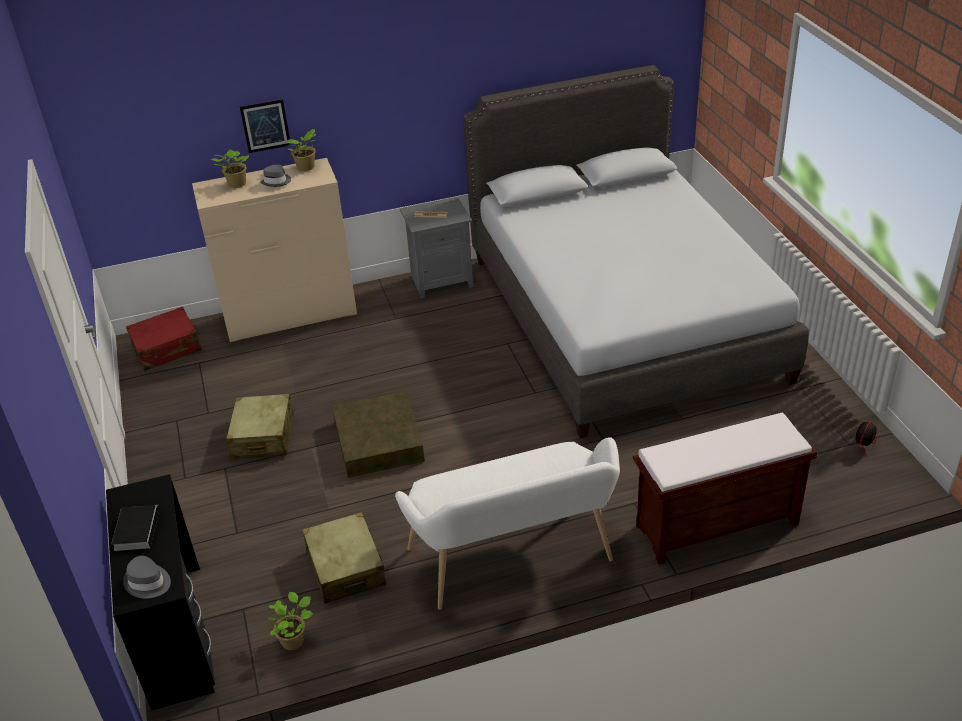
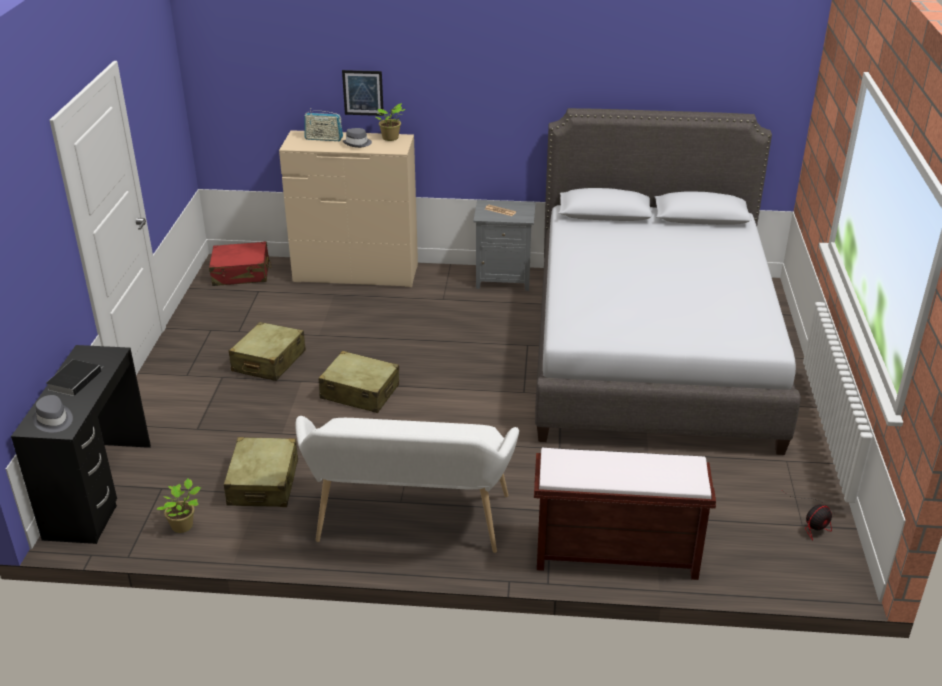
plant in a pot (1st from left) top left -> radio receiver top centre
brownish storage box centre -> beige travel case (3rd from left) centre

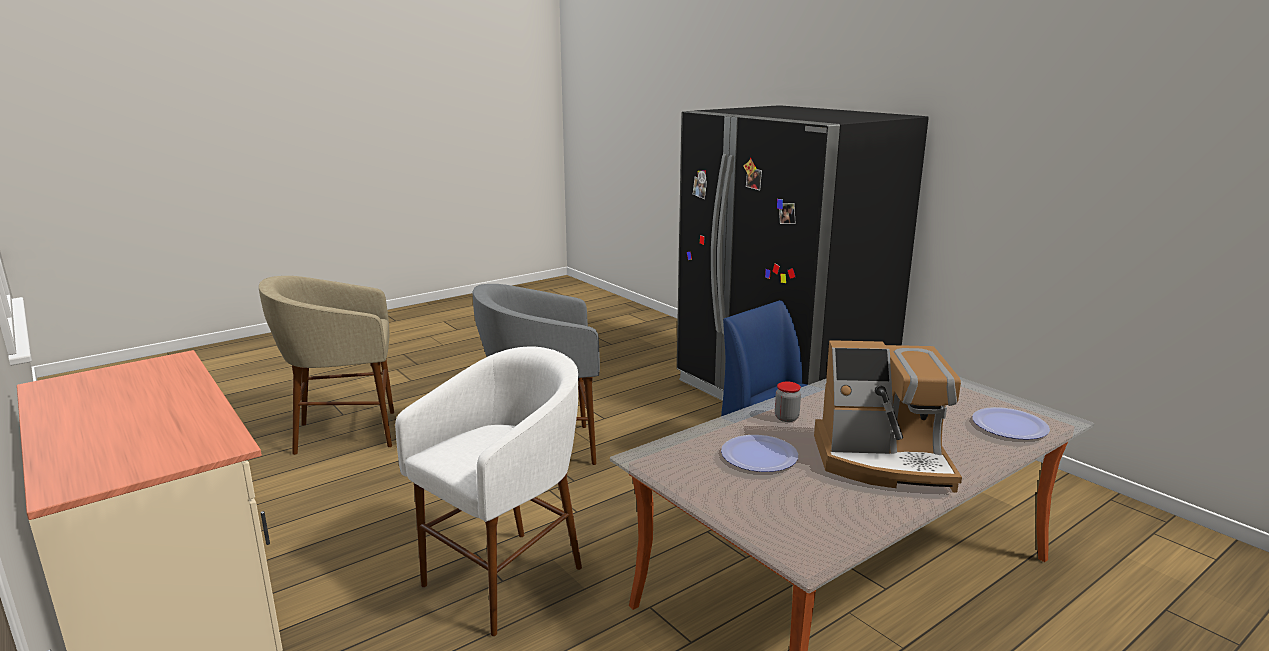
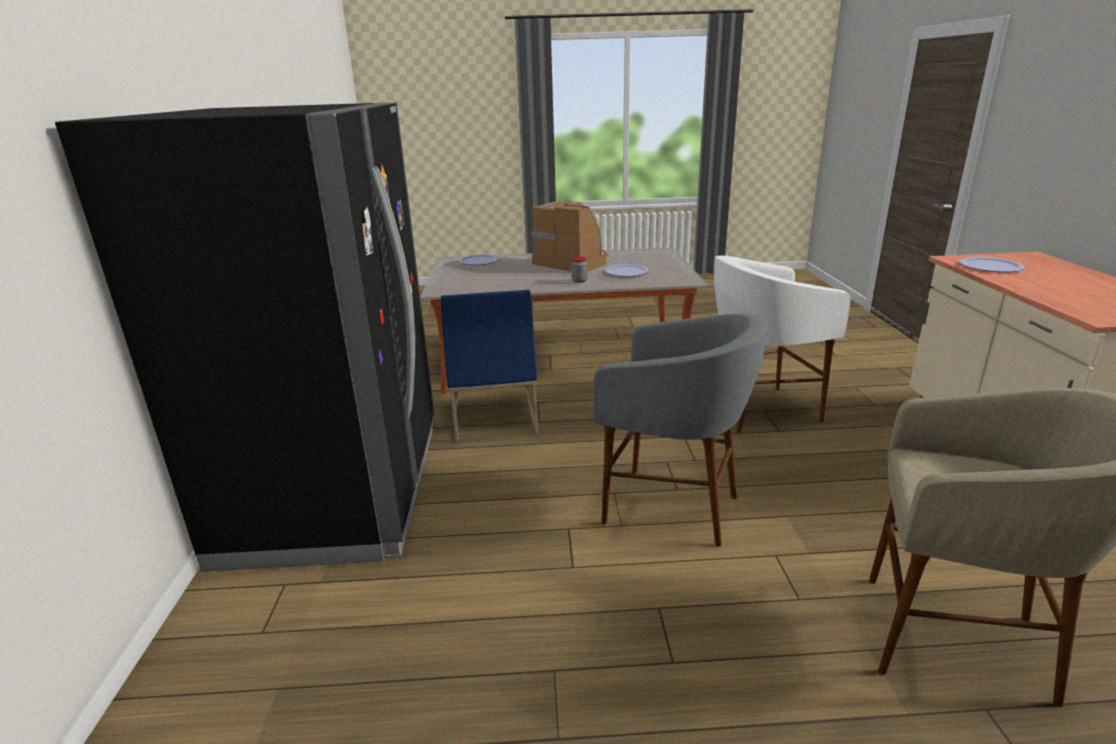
none -> plate (3rd from left) middle right

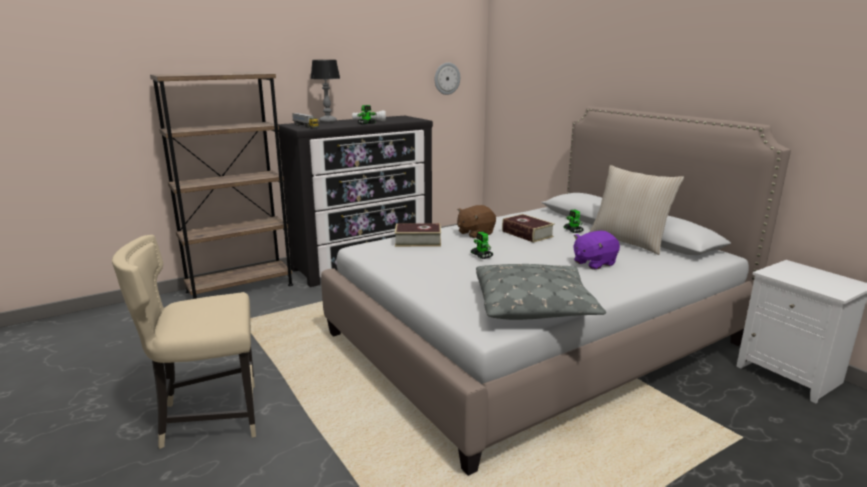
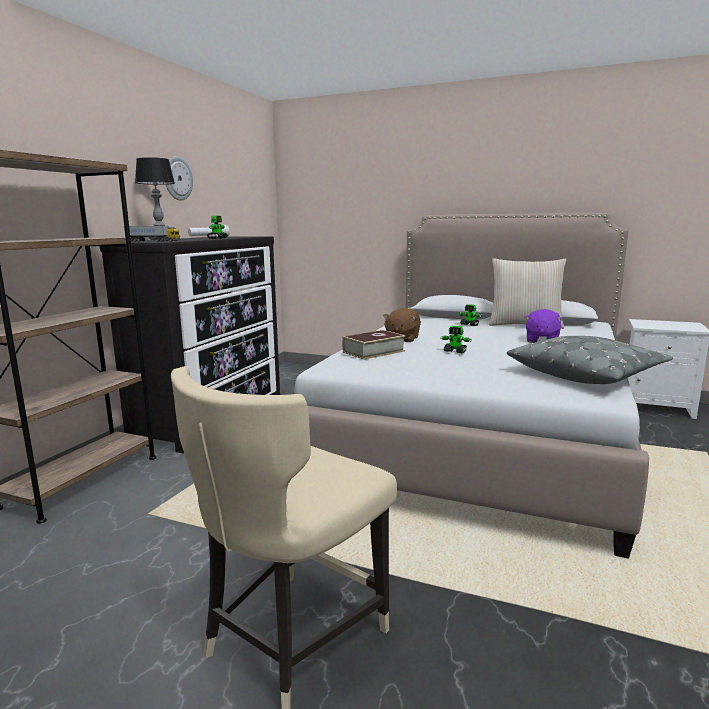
clock on the wall top centre -> clock on the wall top left, moved
bound book (2nd from left) centre -> none

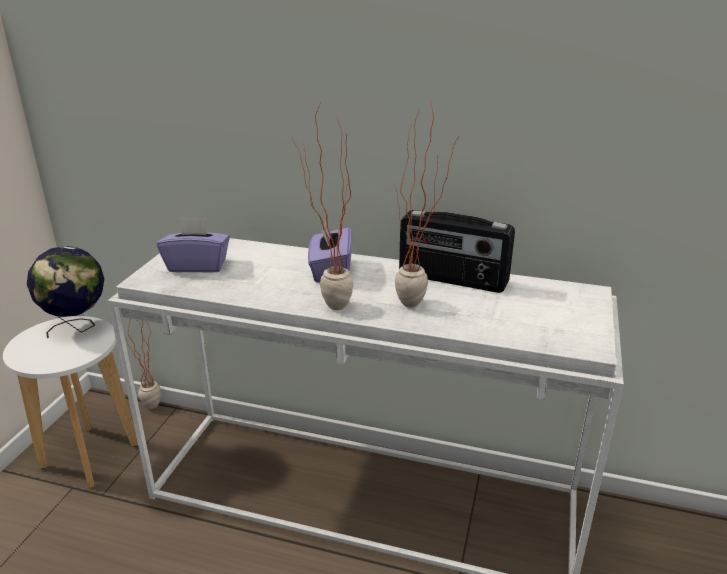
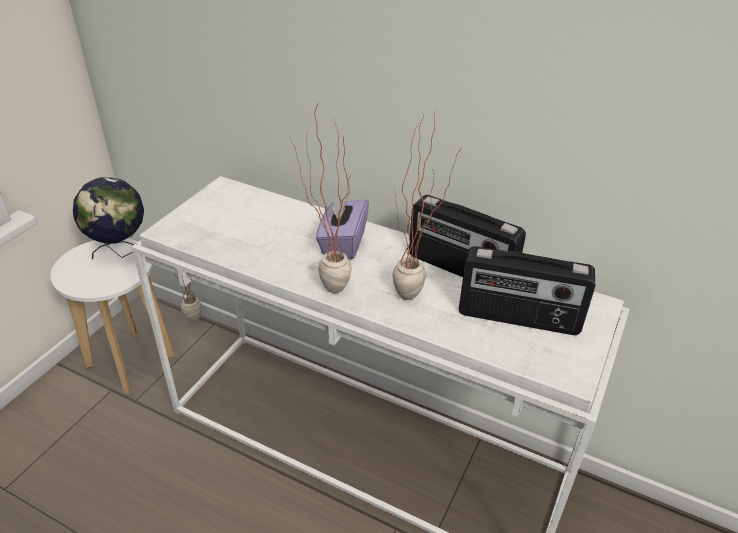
purple tissue box (1st from left) middle left -> none
none -> radio receiver (2nd from left) middle right

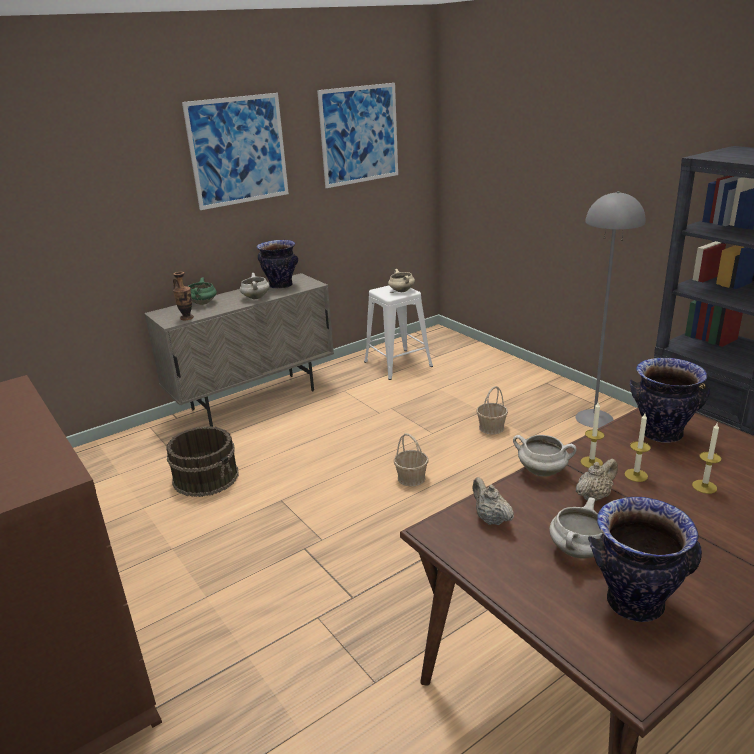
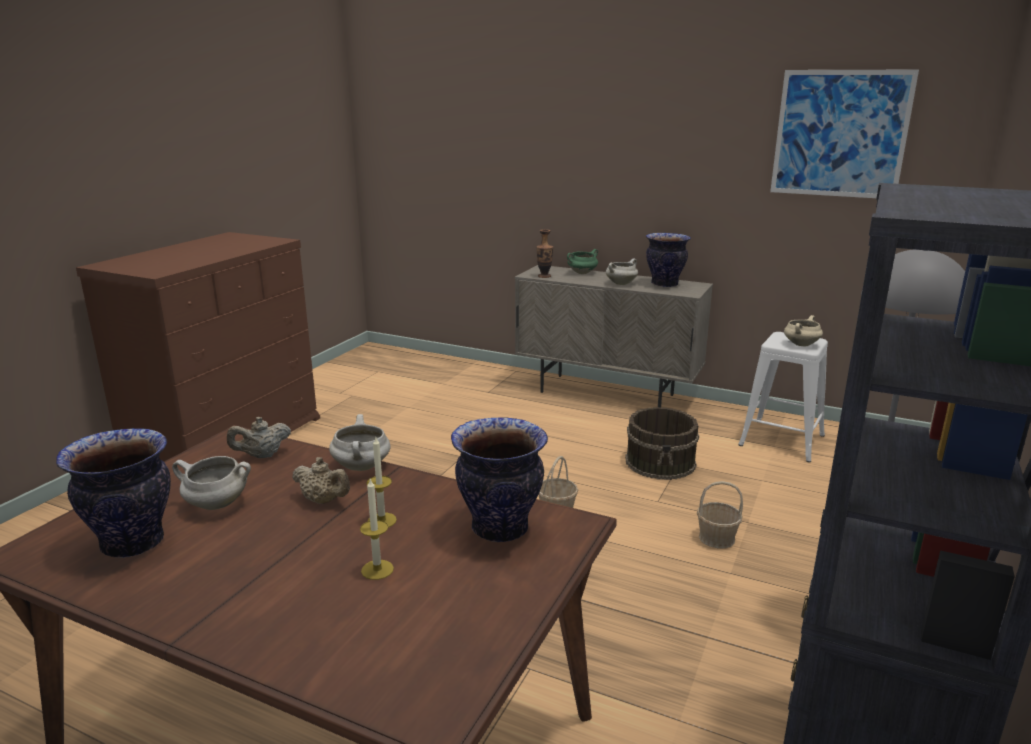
wall picture (1st from left) top left -> none
candle (1st from left) middle right -> none
brownish bucket middle left -> brownish bucket centre, moved
beige pot for tea (1st from left) centre -> beige pot for tea (1st from left) middle left, 150 degrees counterclockwise

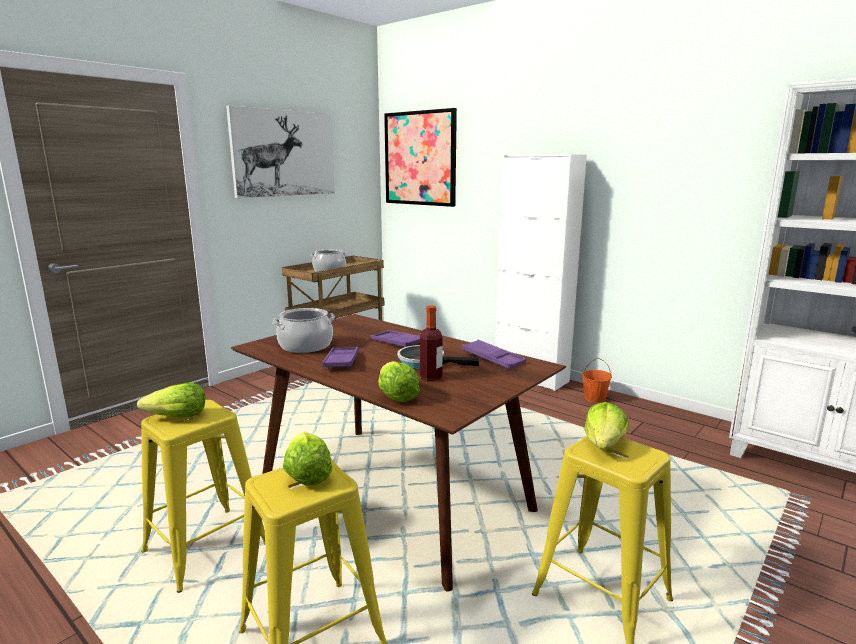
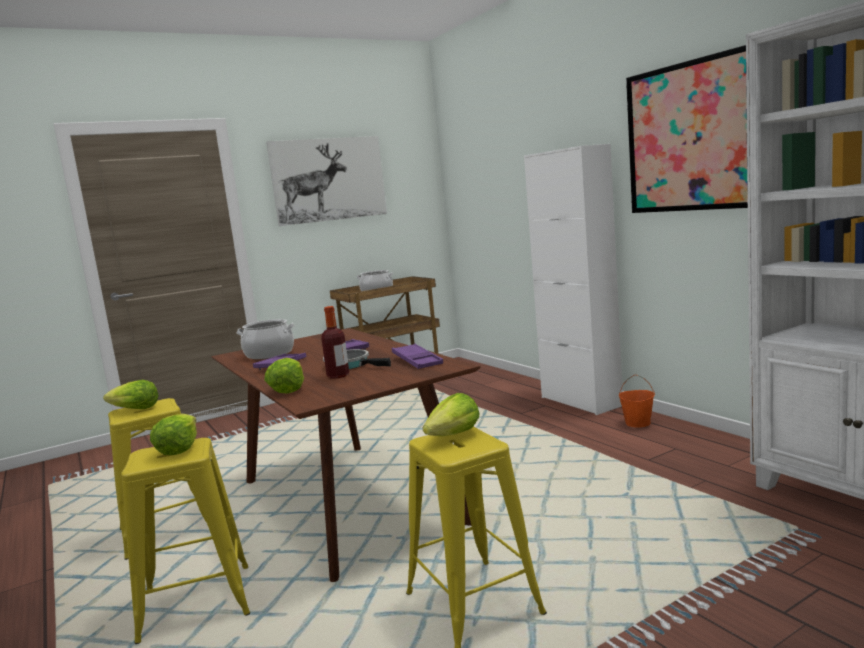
wall picture (2nd from left) top centre -> wall picture (2nd from left) top right, moved

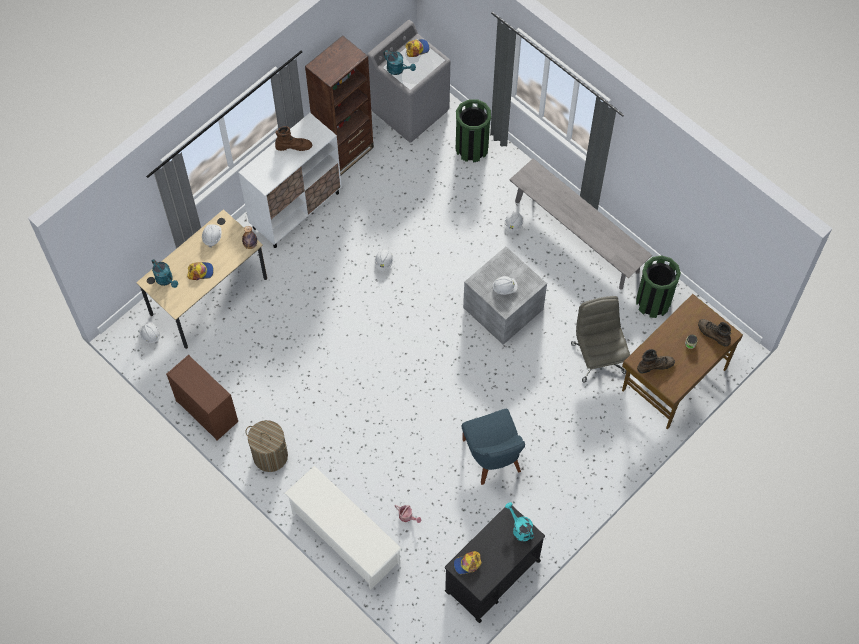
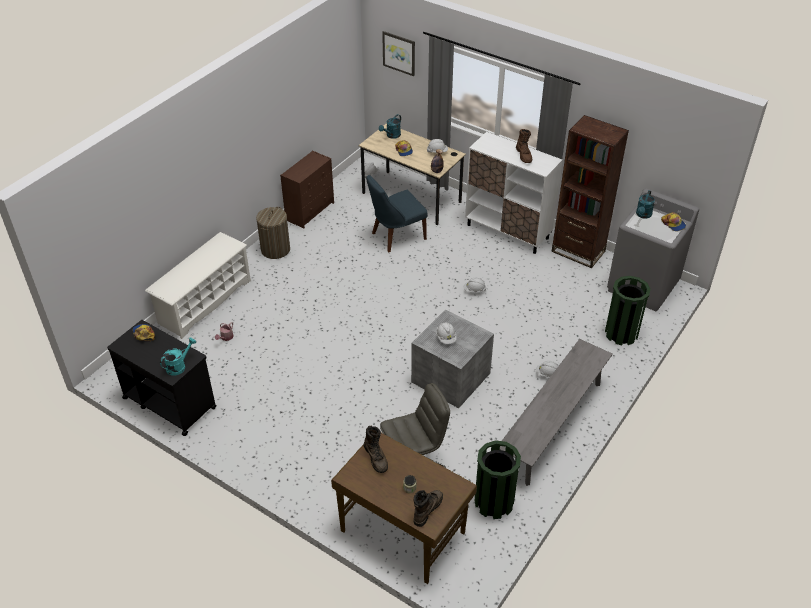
blue upright chair bottom centre -> blue upright chair centre, moved
none -> wall picture top centre

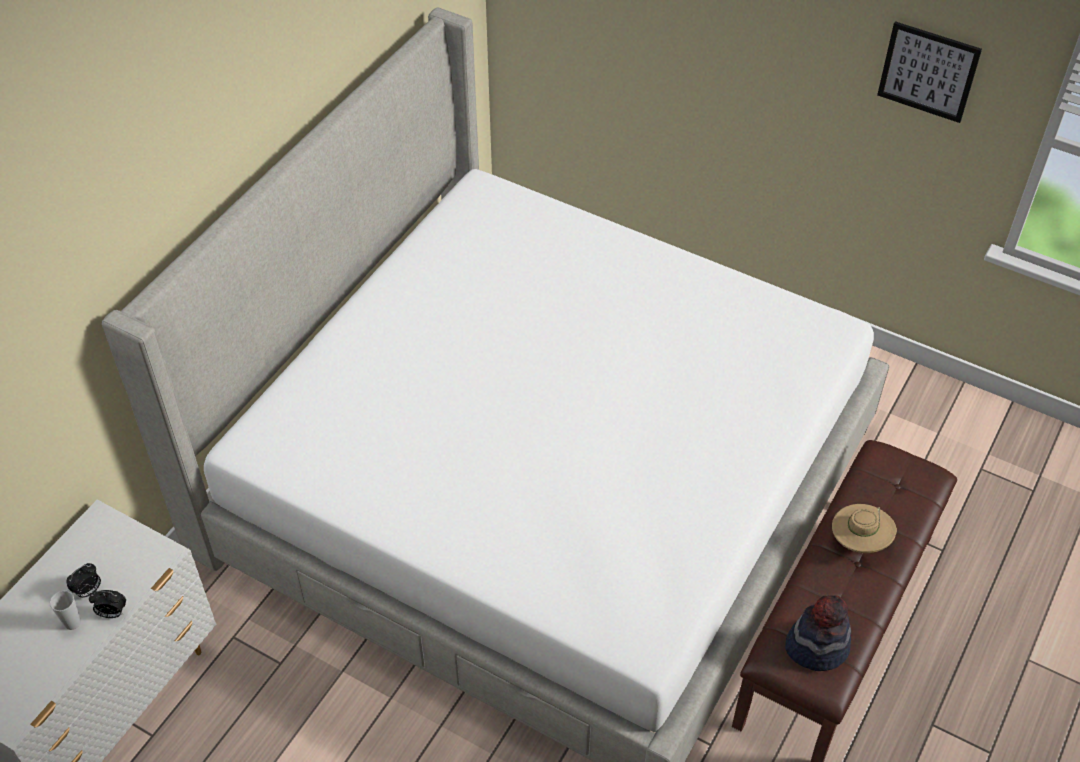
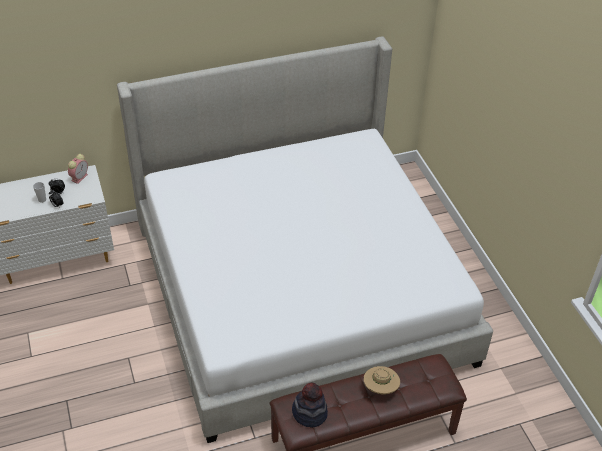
wall picture top right -> none
none -> bedside clock (3rd from left) middle left

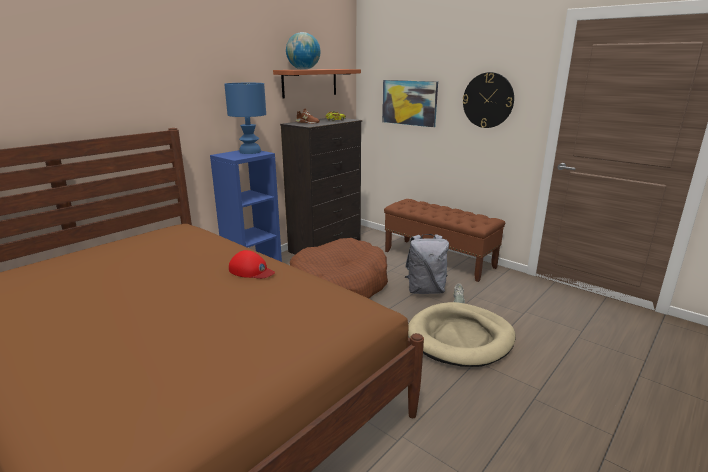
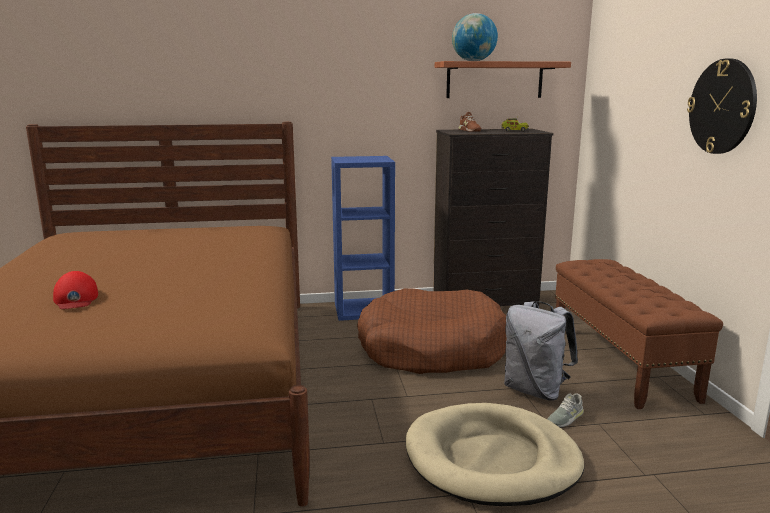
wall picture top centre -> none
blue tabletop lamp top centre -> none
reddish peaked cap centre -> reddish peaked cap middle left, moved

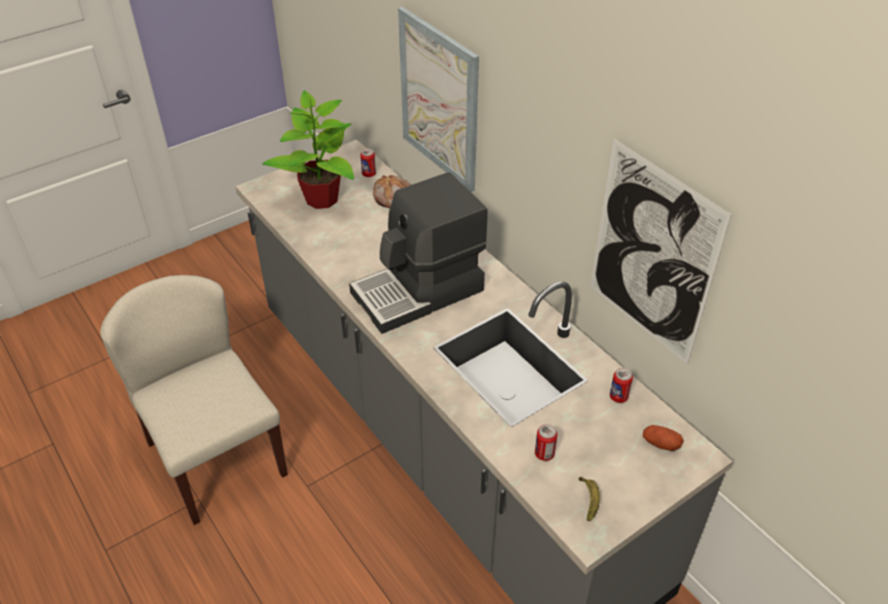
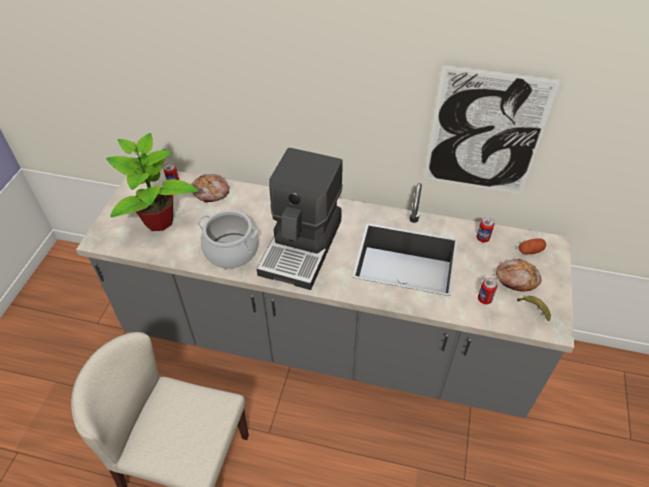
wall picture (1st from left) top centre -> none
none -> saucepot centre
none -> bread (2nd from left) middle right

